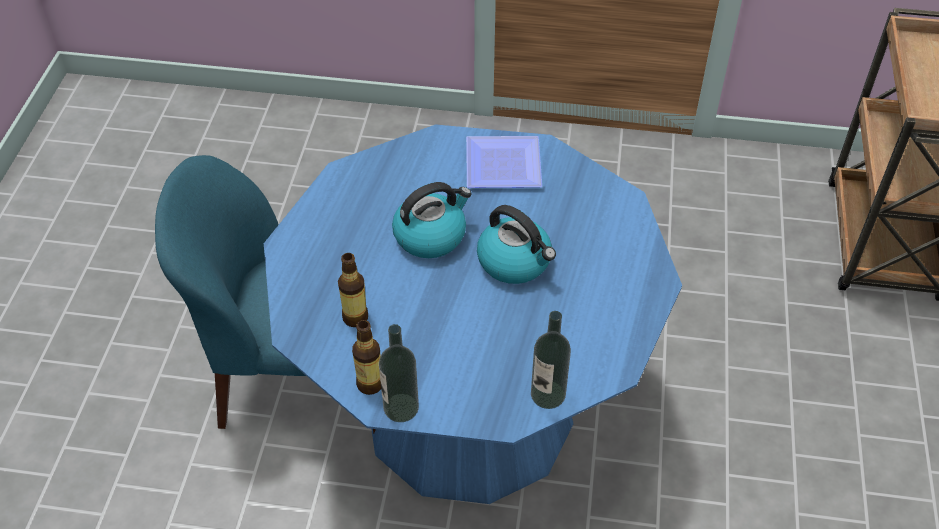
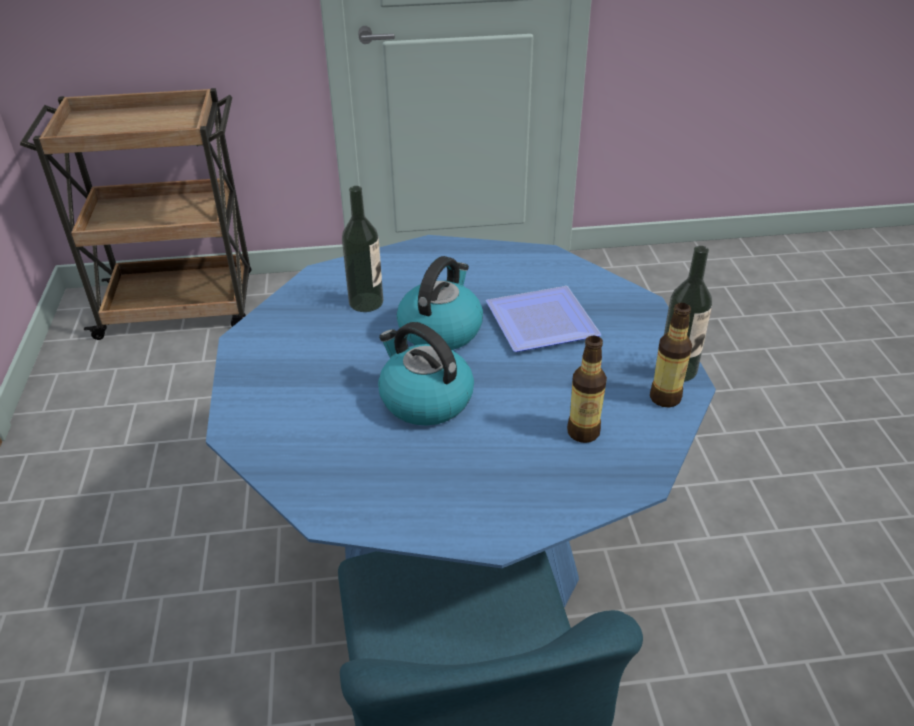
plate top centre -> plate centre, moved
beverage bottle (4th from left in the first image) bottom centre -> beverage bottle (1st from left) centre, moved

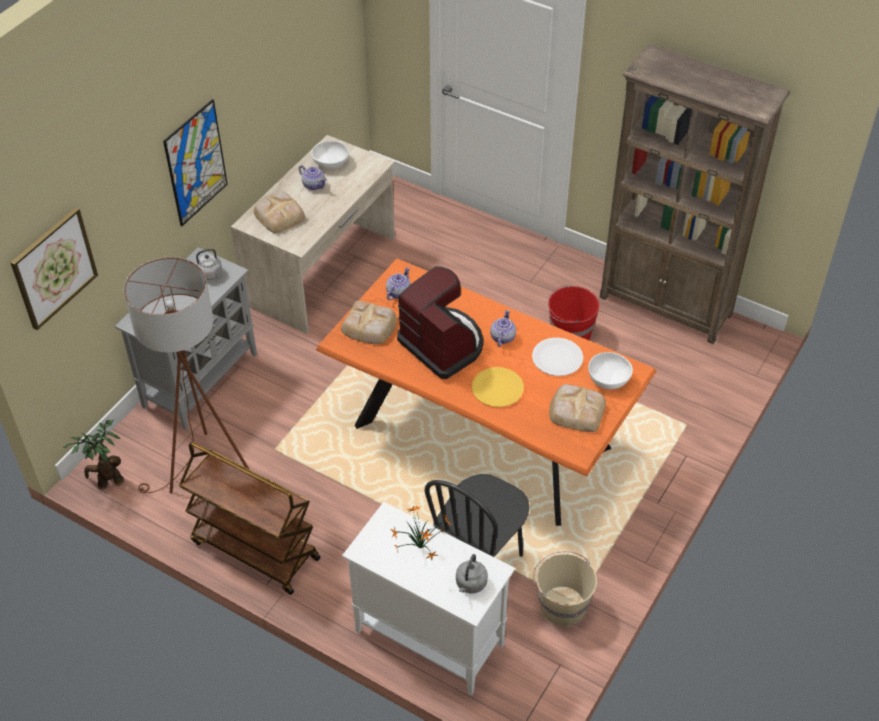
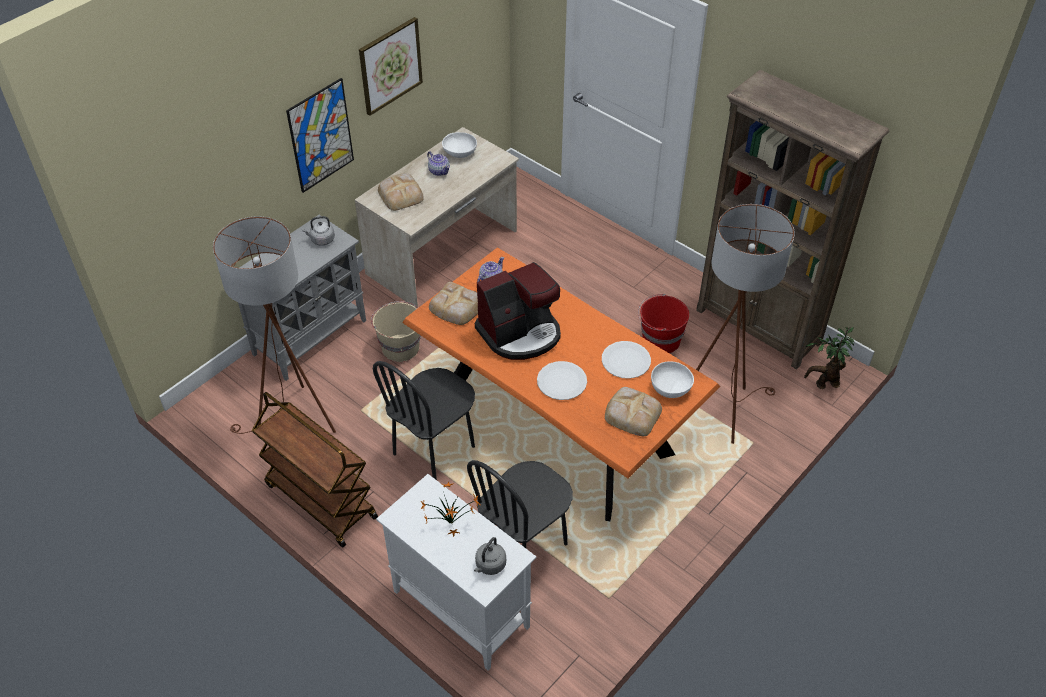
wall picture (1st from left in the first image) middle left -> wall picture (2nd from left) top centre, moved
coffee brewer centre, 90 degrees clockwise
pot for tea (3rd from left) centre -> none
yellowish plate centre -> white-coloured plate (1st from left) centre
plant in a pot (1st from left in the first image) middle left -> plant in a pot (2nd from left) middle right, moved
beige bucket bottom centre -> beige bucket centre, moved
none -> brownish floor lamp (2nd from left) middle right
none -> blackish upright chair (1st from left) centre

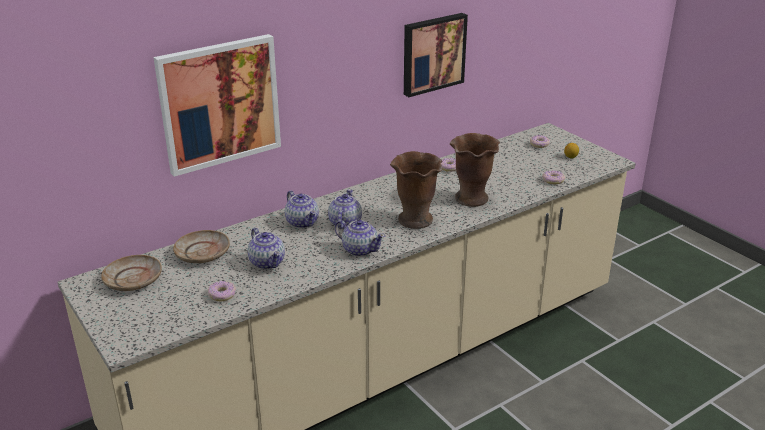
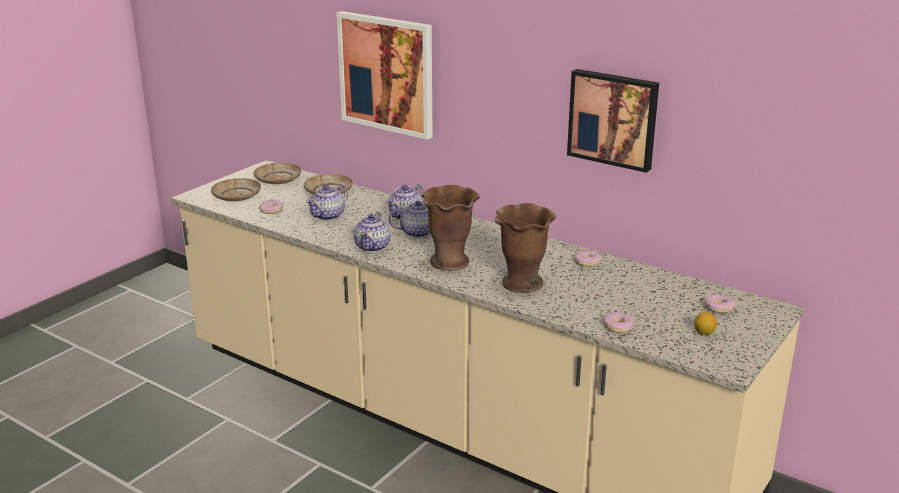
none -> beige plate (1st from left) middle left

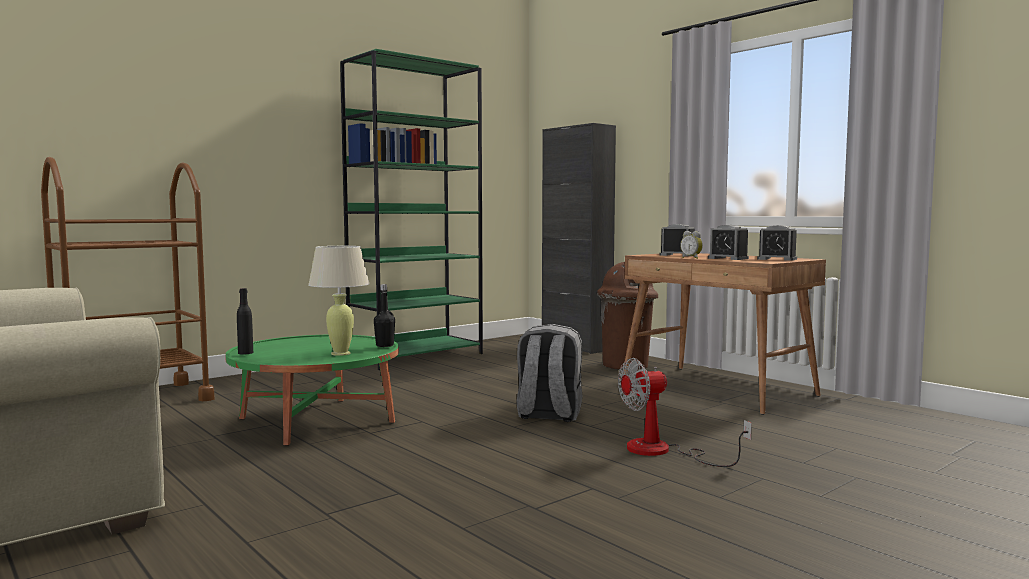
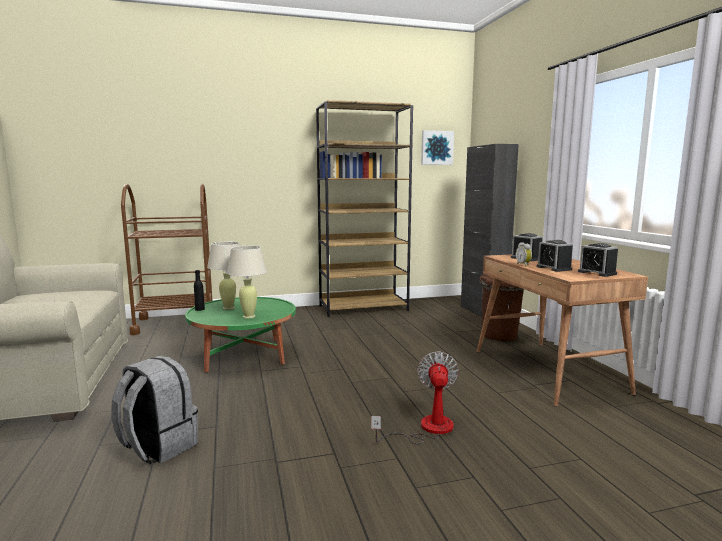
green-coloured bookshelf centre -> brownish bookshelf centre
blackish beverage bottle (2nd from left) centre -> none
grey backpack centre -> grey backpack bottom left, moved
cooling fan bottom centre, 90 degrees clockwise
none -> wall picture top centre
none -> beige tabletop lamp (1st from left) middle left

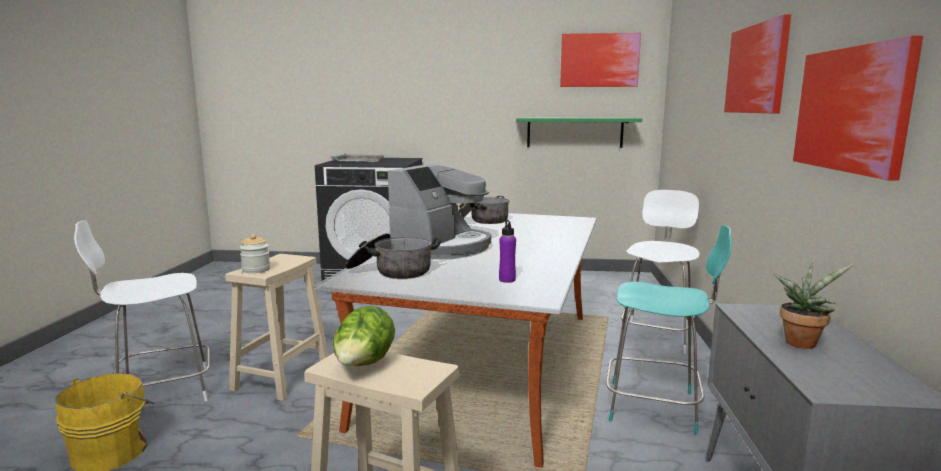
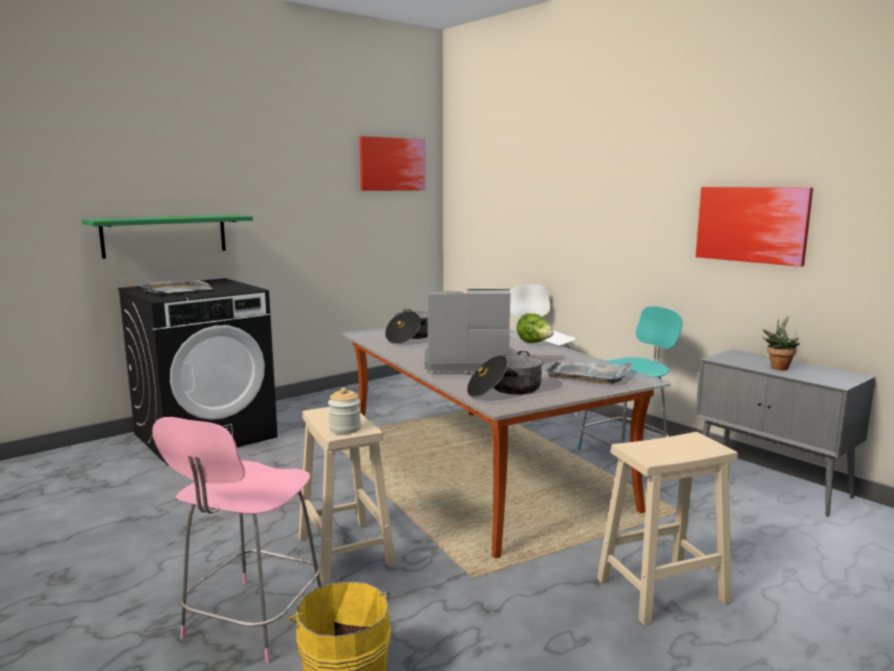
wall picture (2nd from left) top right -> none
green-coloured wall shelf top centre -> green-coloured wall shelf middle left, moved
coffee brewer centre, 75 degrees counterclockwise
purple beverage bottle centre -> grey serving tray (2nd from left) centre
white-coloured upright chair (1st from left) middle left -> pink upright chair bottom left
lettuce bottom centre -> lettuce centre, moved

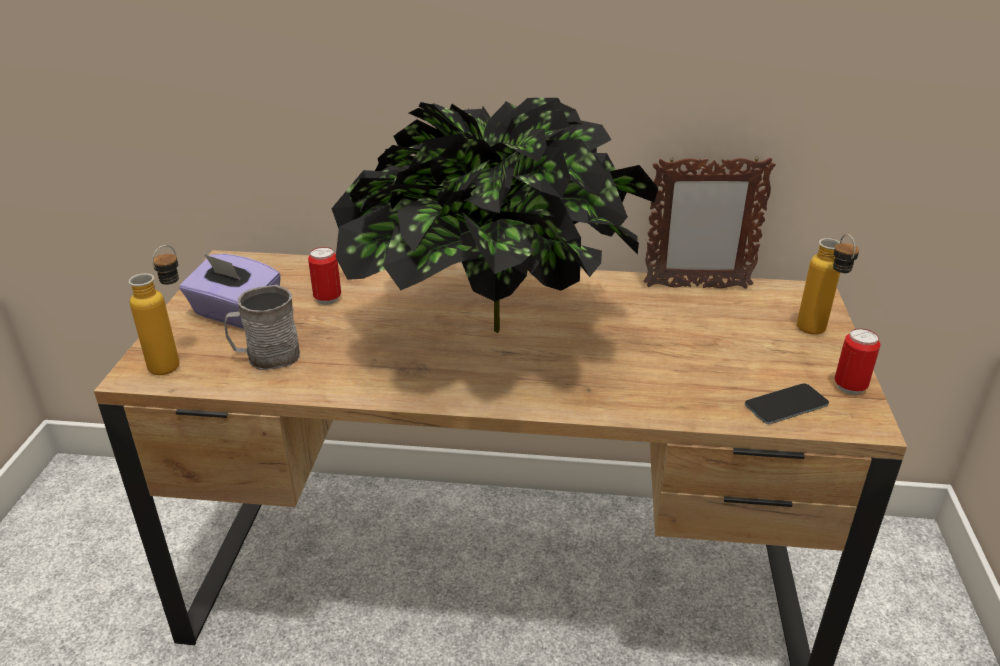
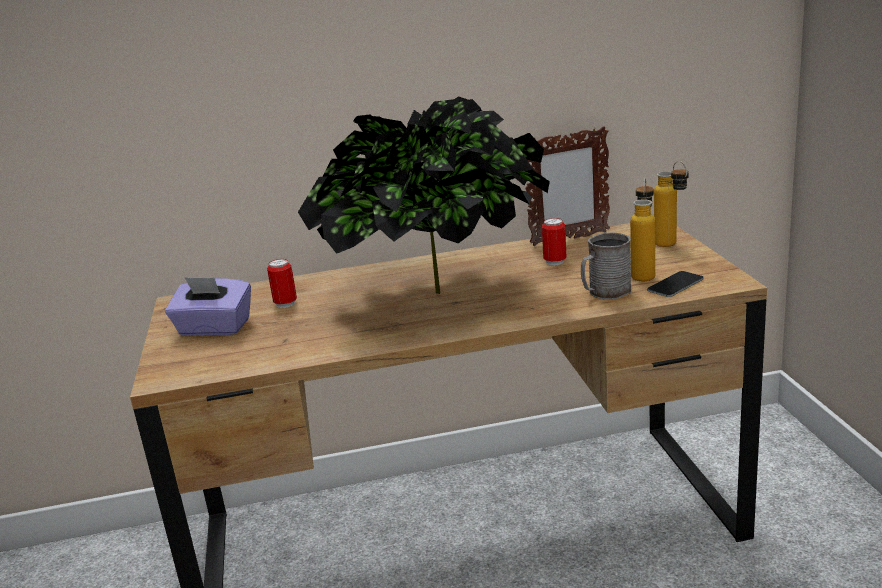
beverage bottle (1st from left) middle left -> beverage bottle (1st from left) middle right, moved
grey mug middle left -> grey mug middle right, moved
metal can (2nd from left) middle right -> metal can (2nd from left) centre, moved

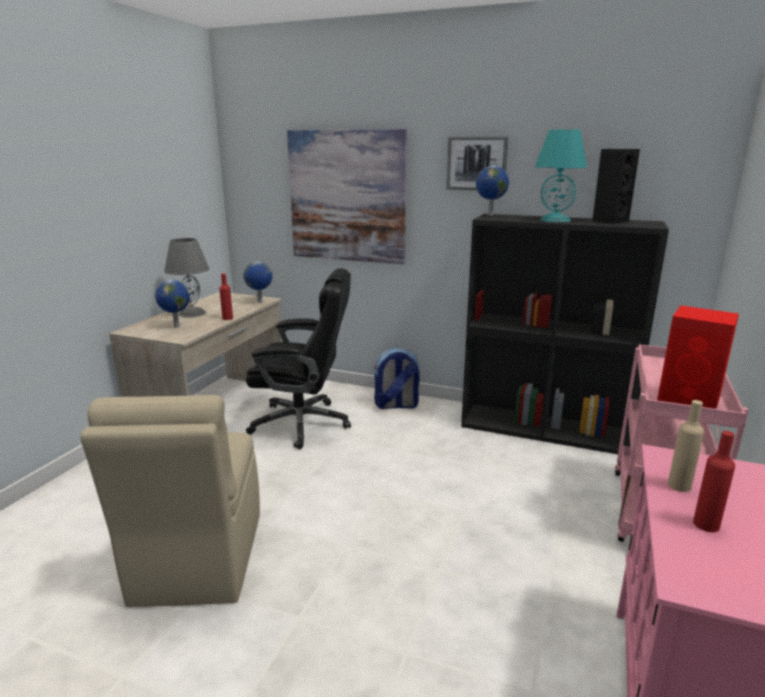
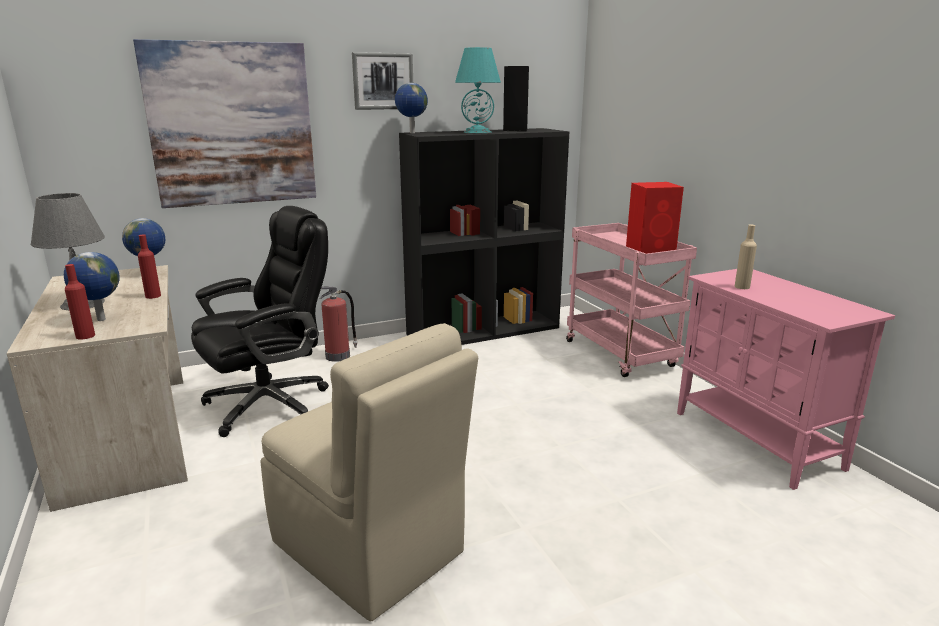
backpack centre -> fire-fighting cylinder centre
reddish beverage bottle (2nd from left in the first image) bottom right -> reddish beverage bottle (1st from left) middle left, moved

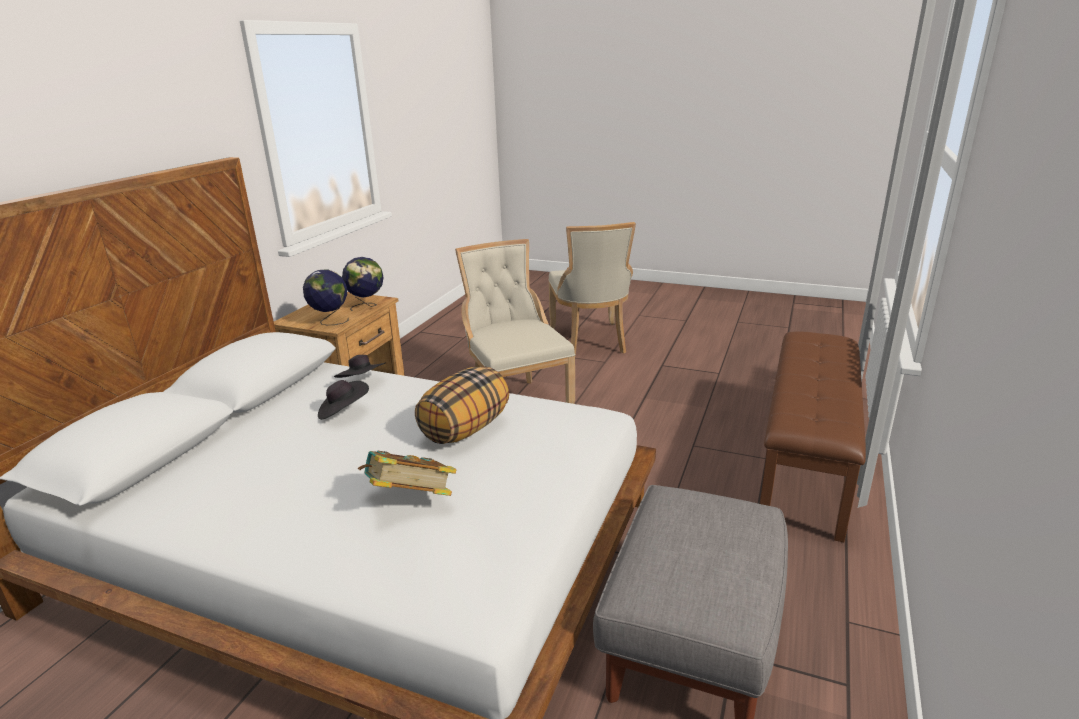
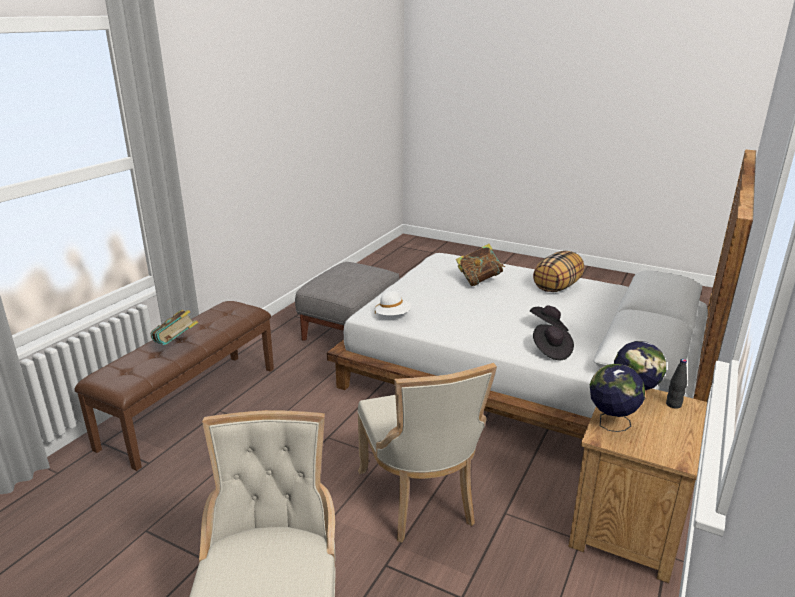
pillow centre -> pillow middle right, moved
none -> white-coloured clothing hat centre
none -> bound book (1st from left) middle left
none -> blackish beverage bottle middle right

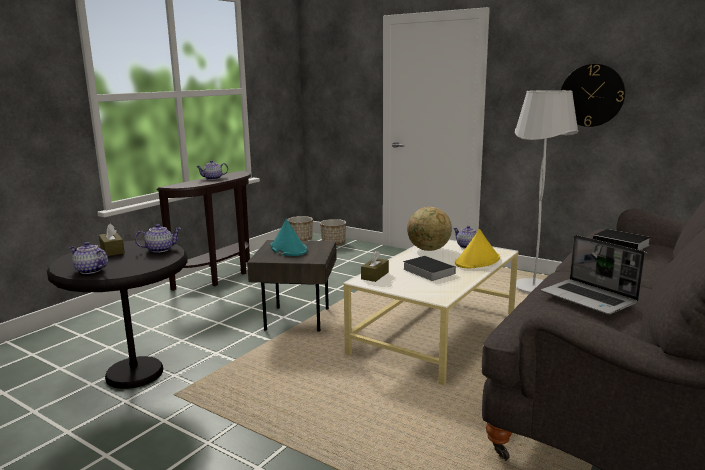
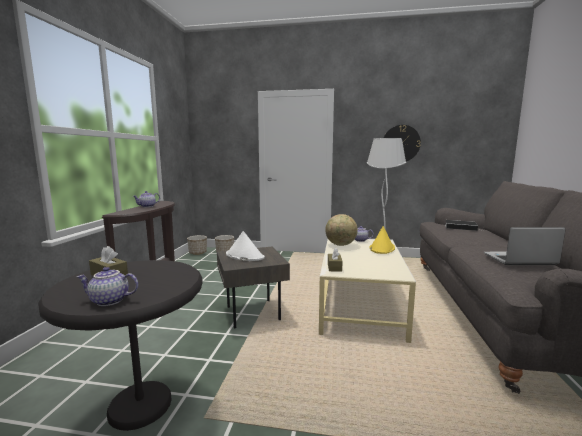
blue-green clothing hat centre -> white-coloured clothing hat centre
pot for tea (2nd from left) middle left -> none
portable computer middle right, 150 degrees clockwise
bound book (1st from left) centre -> none

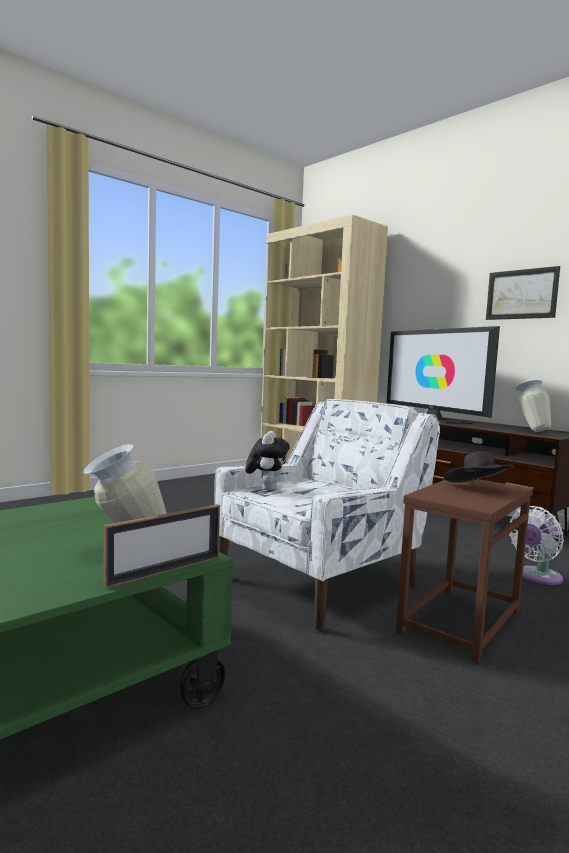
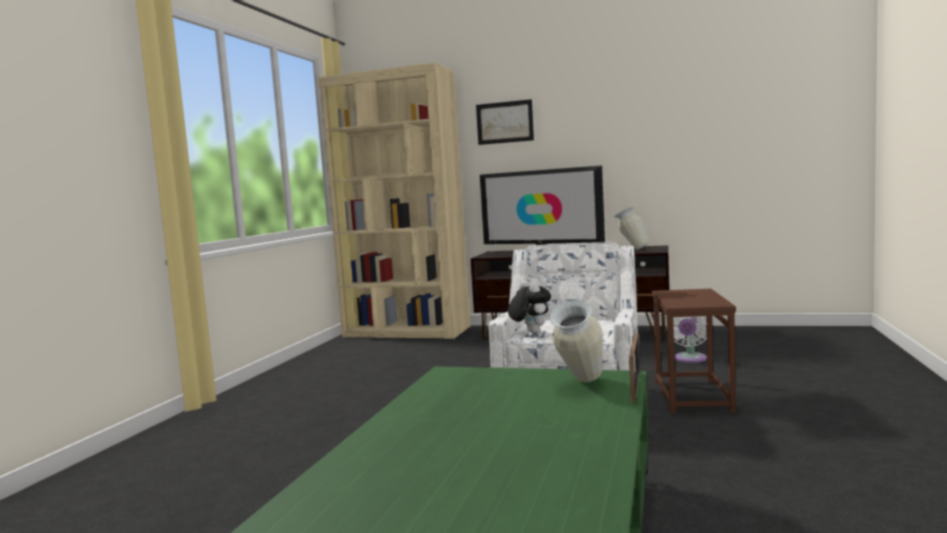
wall picture middle right -> wall picture top centre, moved
blackish clothing hat middle right -> none

